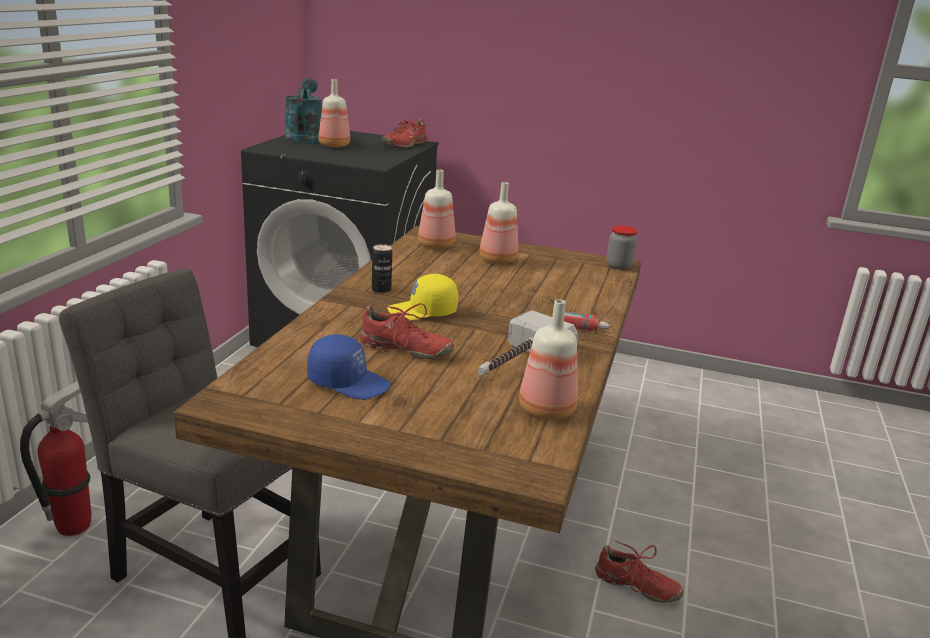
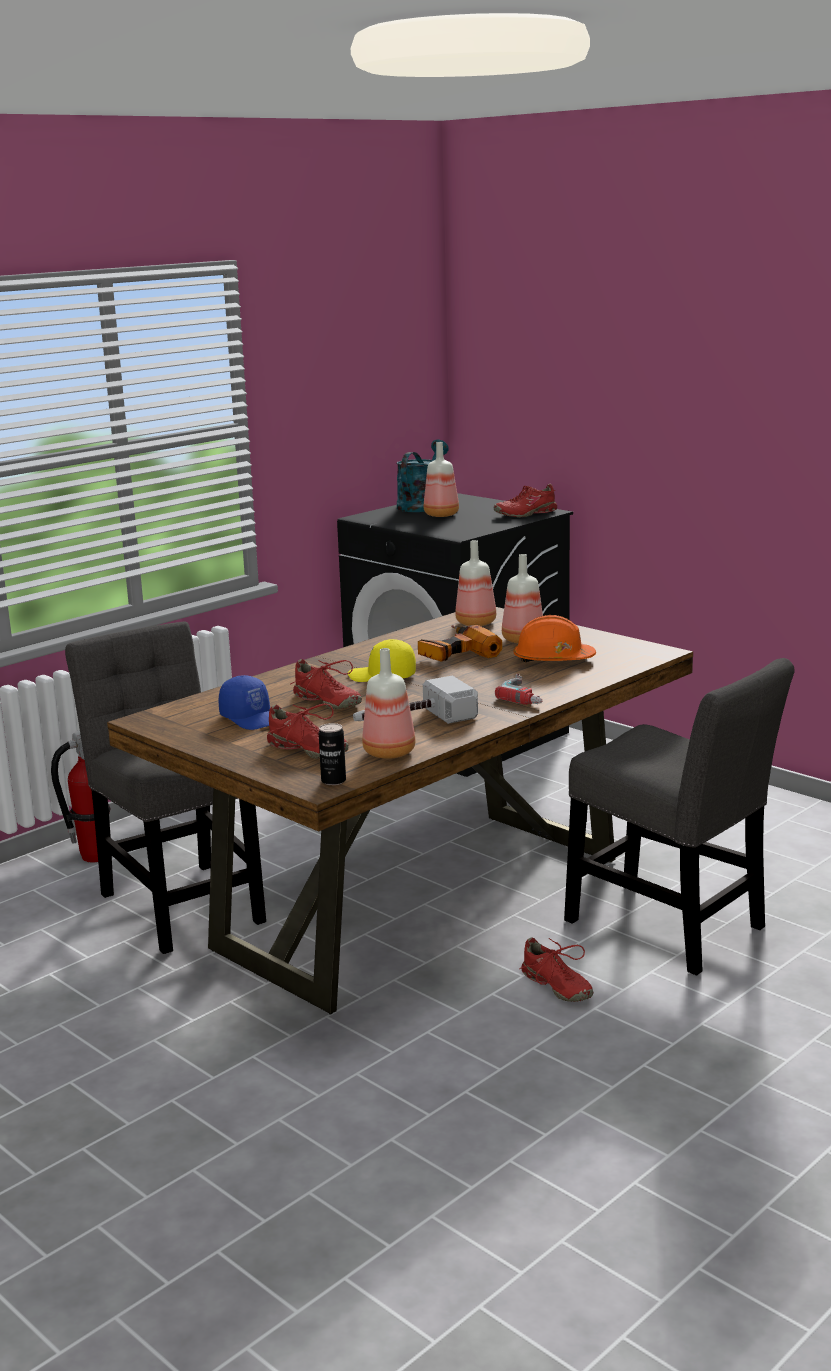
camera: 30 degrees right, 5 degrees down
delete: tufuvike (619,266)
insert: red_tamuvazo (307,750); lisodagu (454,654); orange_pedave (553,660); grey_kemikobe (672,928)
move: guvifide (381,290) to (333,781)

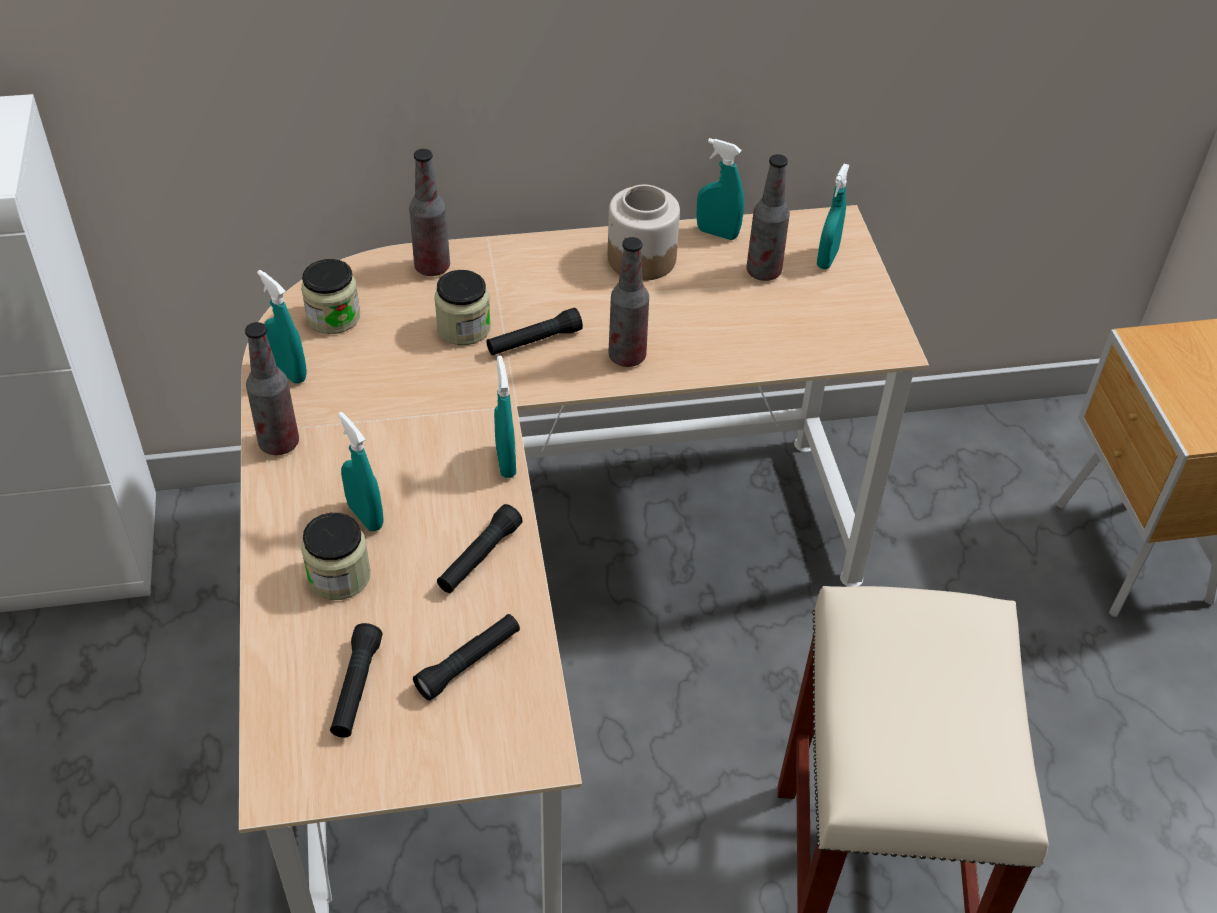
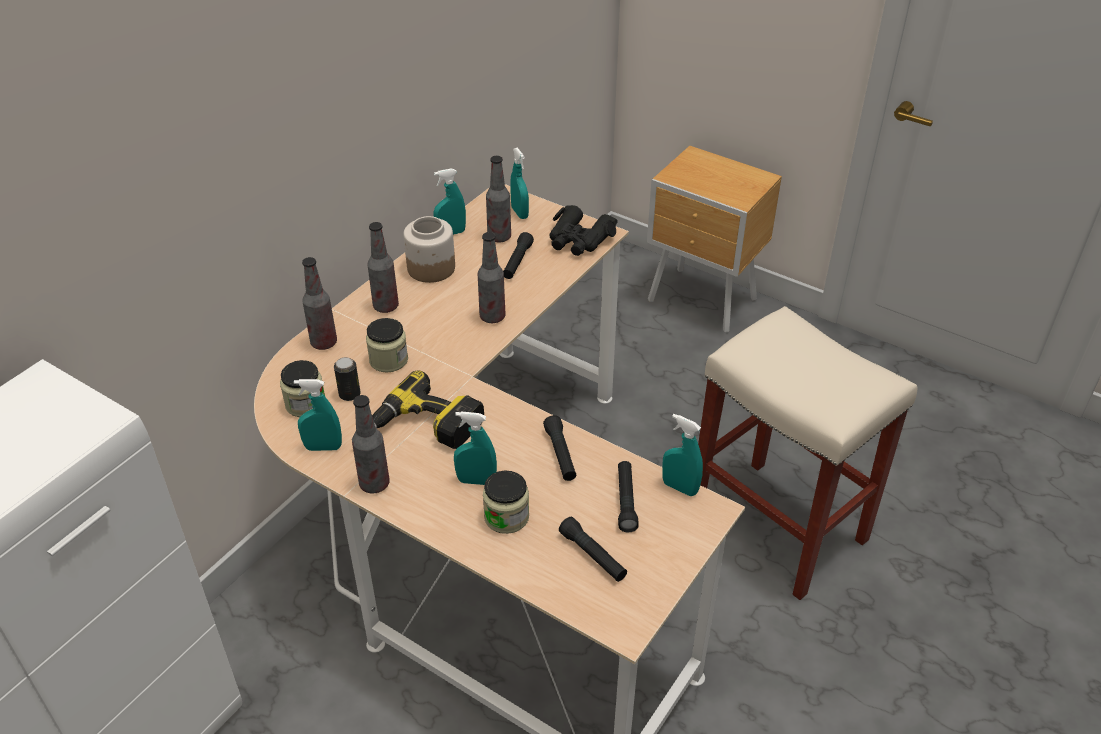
camera: 45 degrees left, 5 degrees down
insert: guvifide (349,394); lisodagu (419,432); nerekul (386,306); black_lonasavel (579,239)
move: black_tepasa (534,341) to (517,262); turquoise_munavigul (506,462) to (679,487)

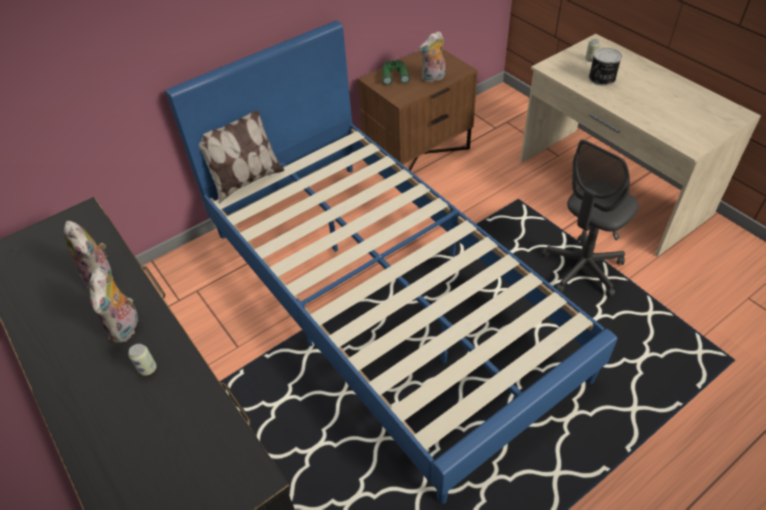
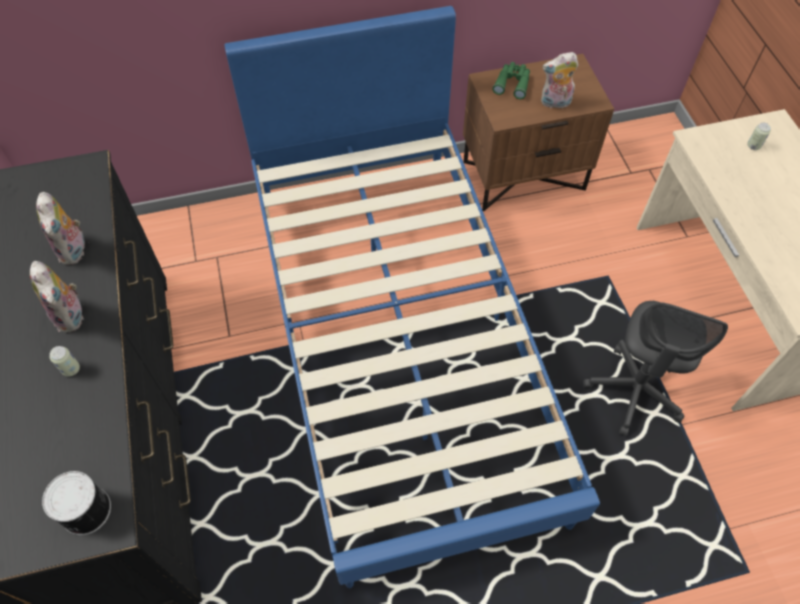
camera: 20 degrees right, 10 degrees up
delete: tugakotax (245,181)
move: guvifide (601,79) to (85,511)
rotate: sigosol (126,328) = (72,316) 45 degrees counterclockwise; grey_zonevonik (582,269) = (634,391) 45 degrees counterclockwise

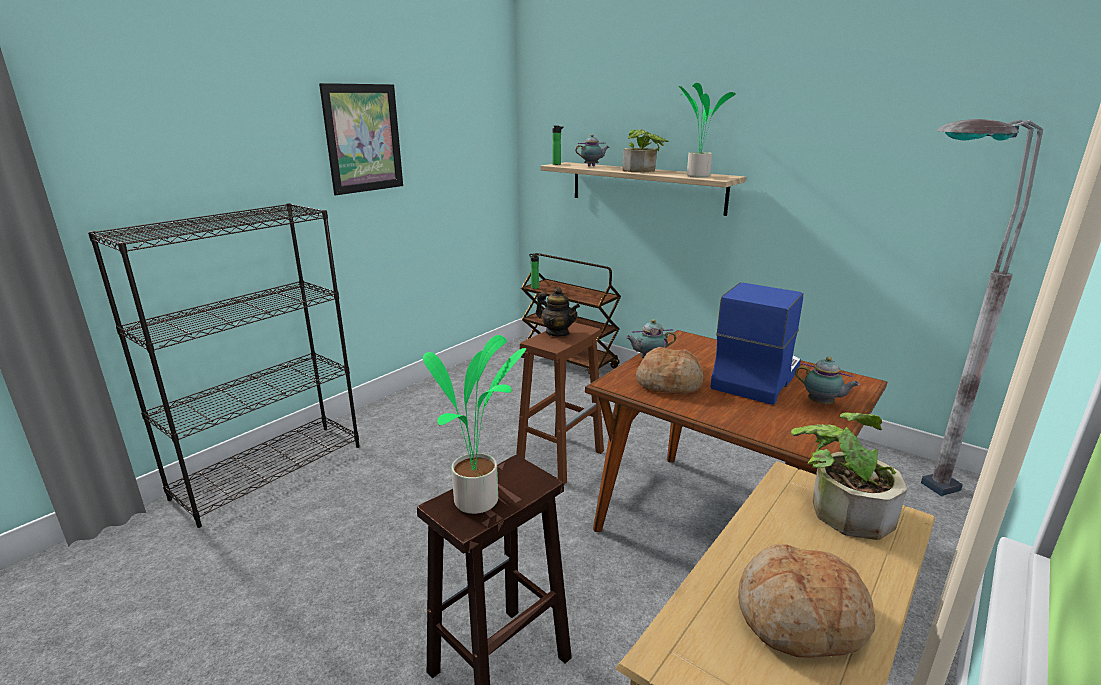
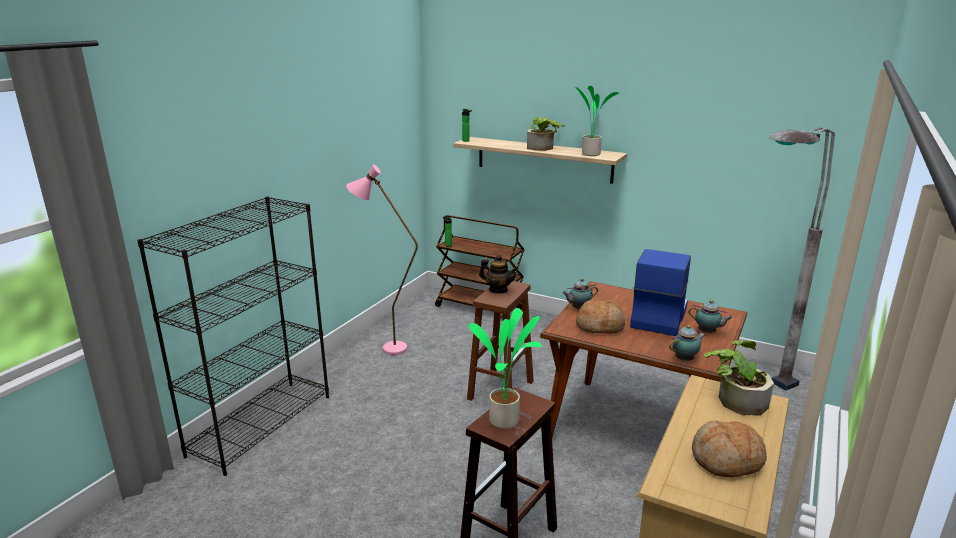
camera: 10 degrees left, 0 degrees up
delete: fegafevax (363,138)
insert: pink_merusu (385,348)
move: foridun (592,166) to (685,359)

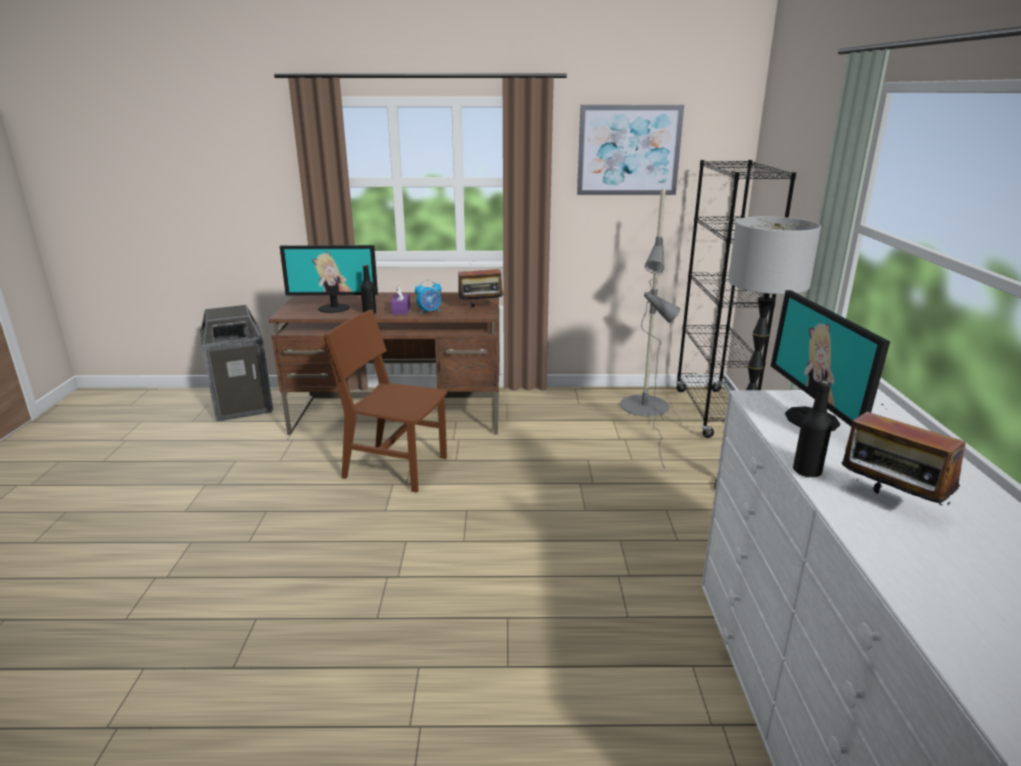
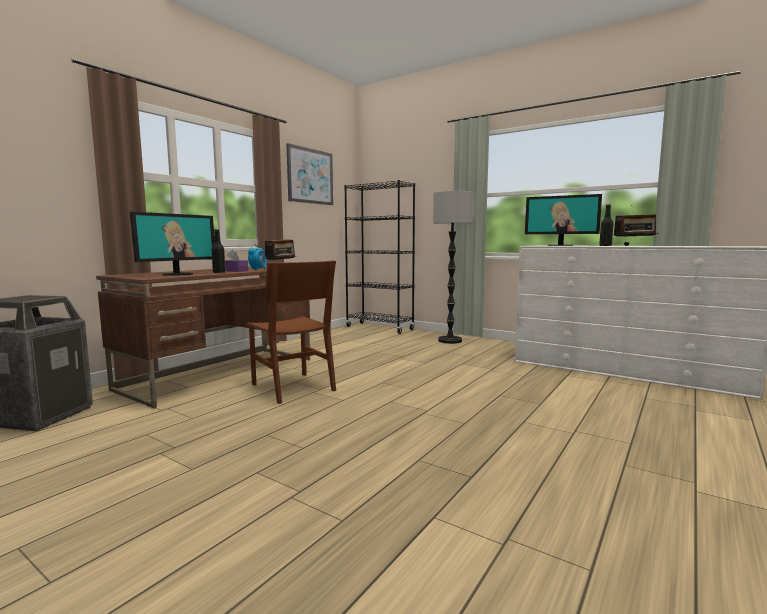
camera: 55 degrees left, 15 degrees down
delete: grey_merusu (646,411)
rotate: brown_kemikobe (395,467) = (292,387) 90 degrees counterclockwise

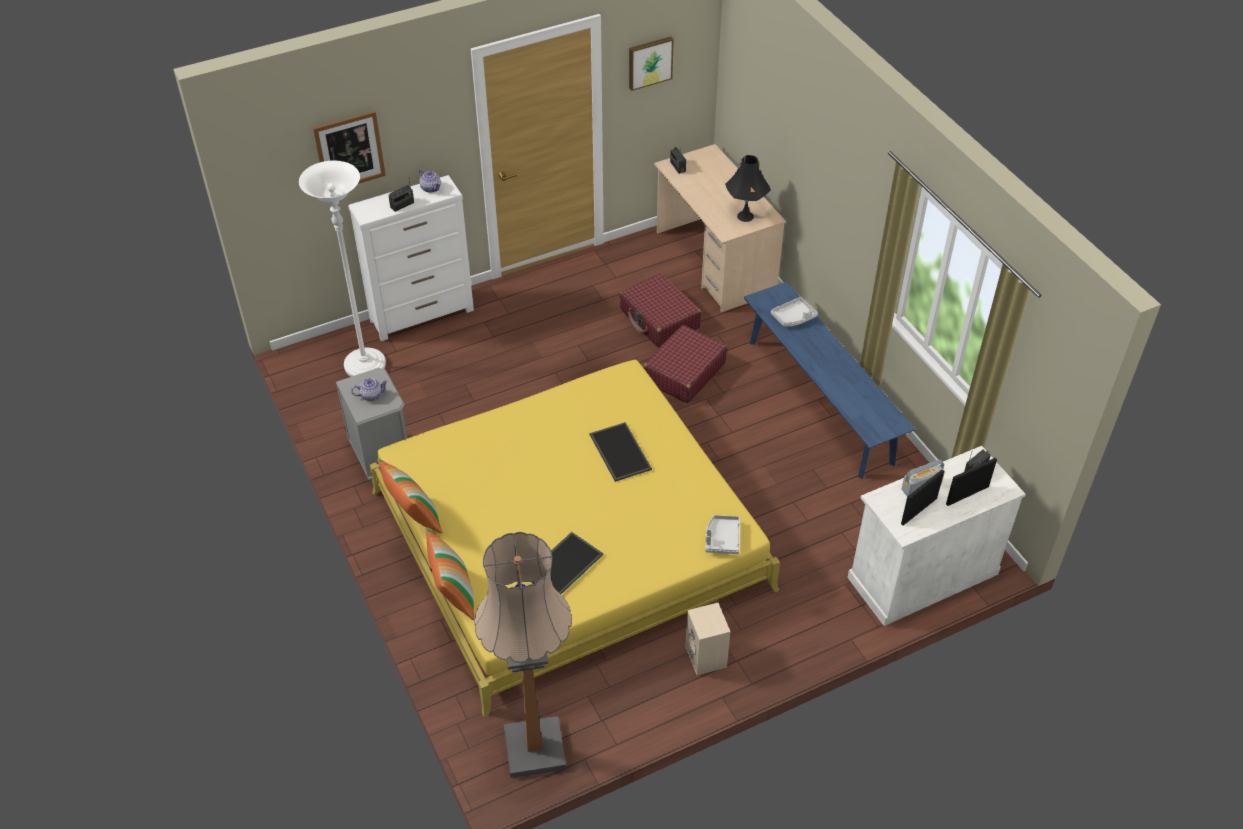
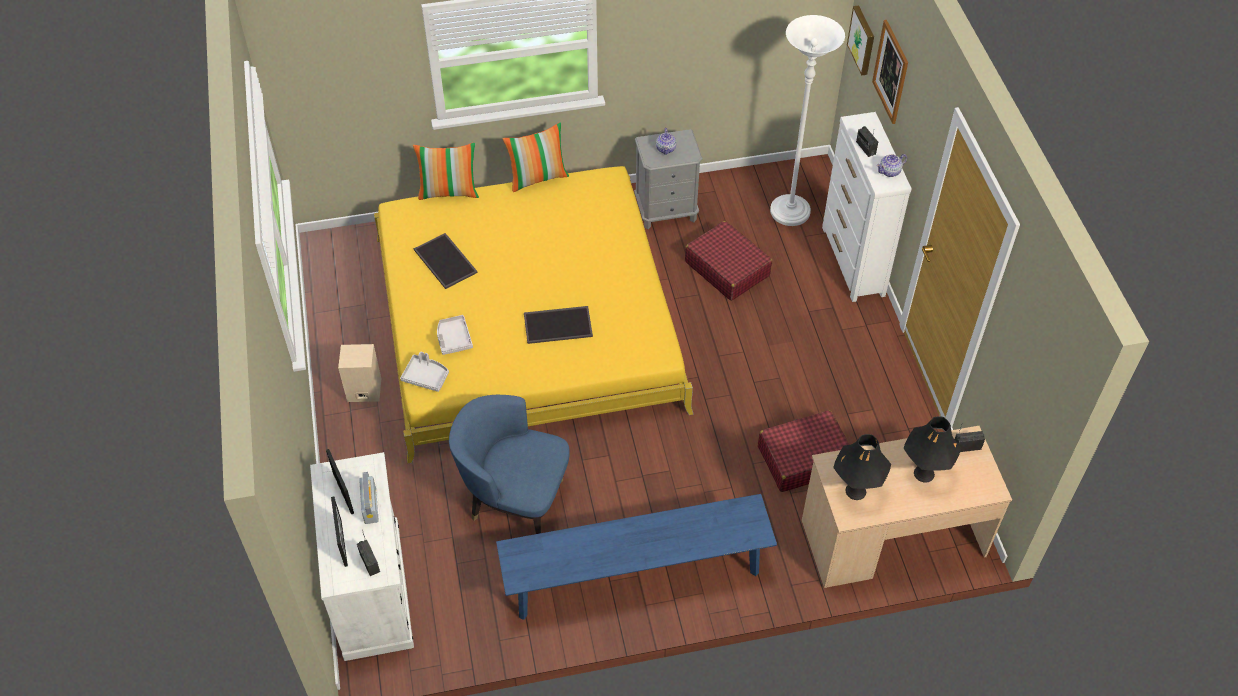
camera: 105 degrees right, 5 degrees up
delete: merusu (534,749)
insert: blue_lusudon (514,498); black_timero (924,473)
move: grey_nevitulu (793,317) to (453,339); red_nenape (684,373) to (727,268); fegafevax (649,62) to (863,40)

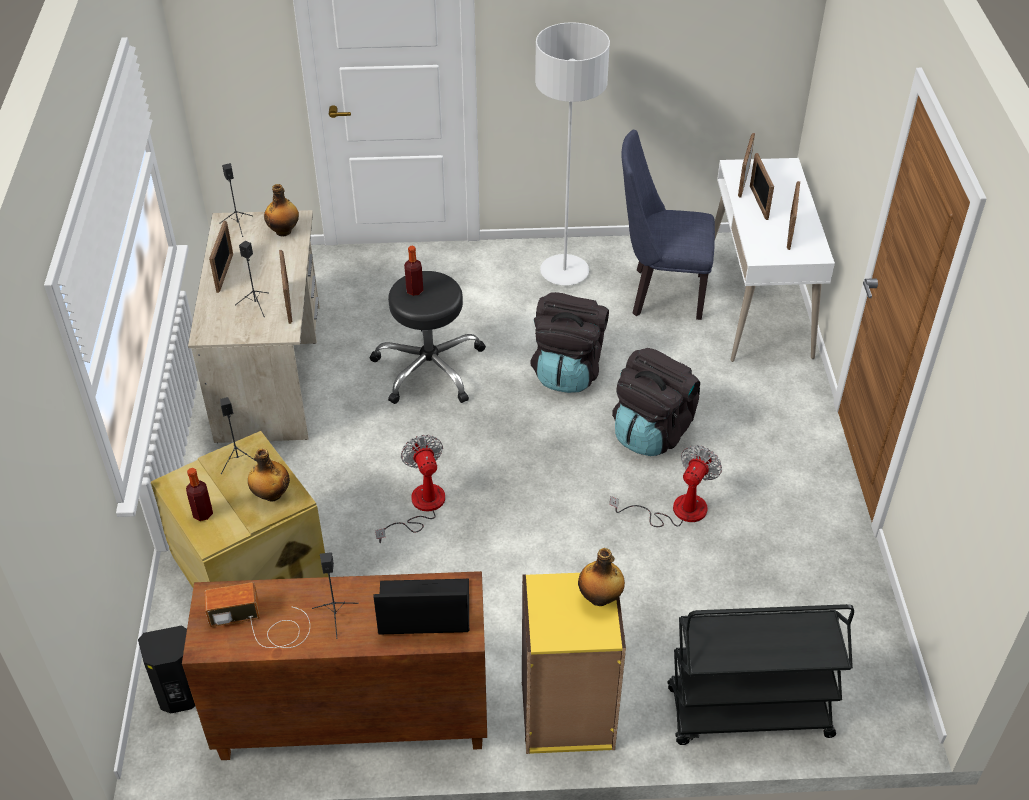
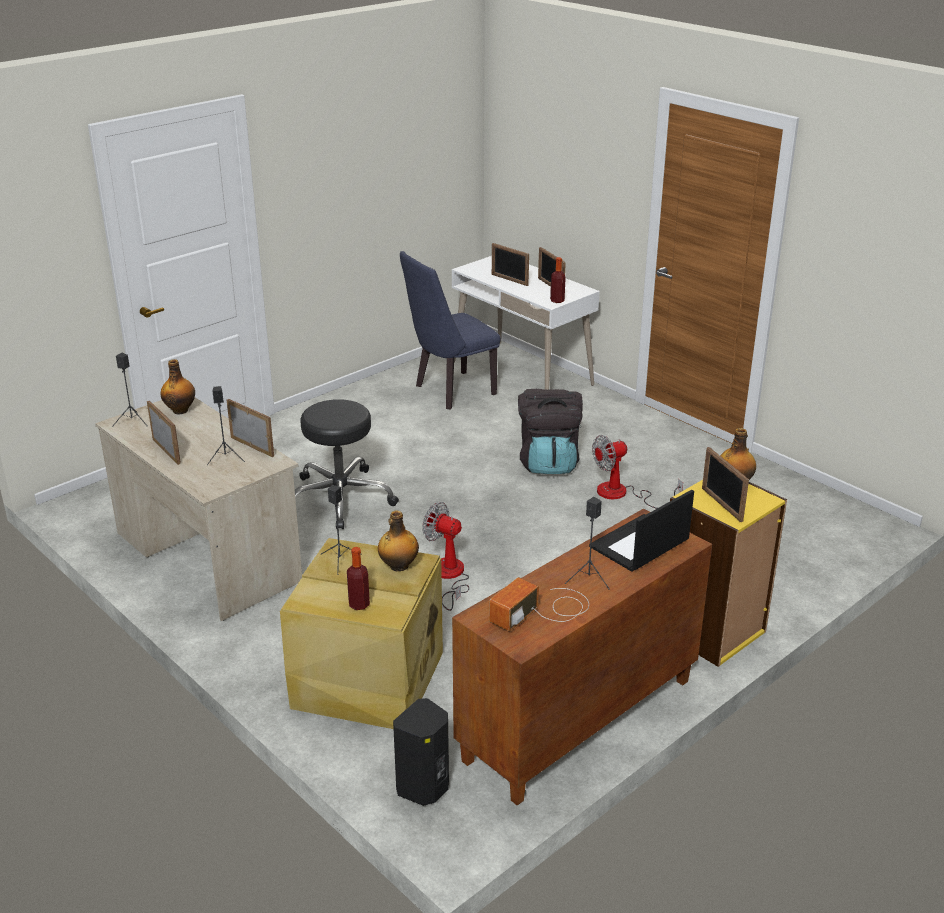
camera: 40 degrees left, 15 degrees down
delete: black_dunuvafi (568,370); grey_merusu (564,272); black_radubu (747,714)
move: nerekul (414,290) to (557,300); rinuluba (744,181) to (721,504)
rotate: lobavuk (676,510) = (622,494) 105 degrees counterclockwise

